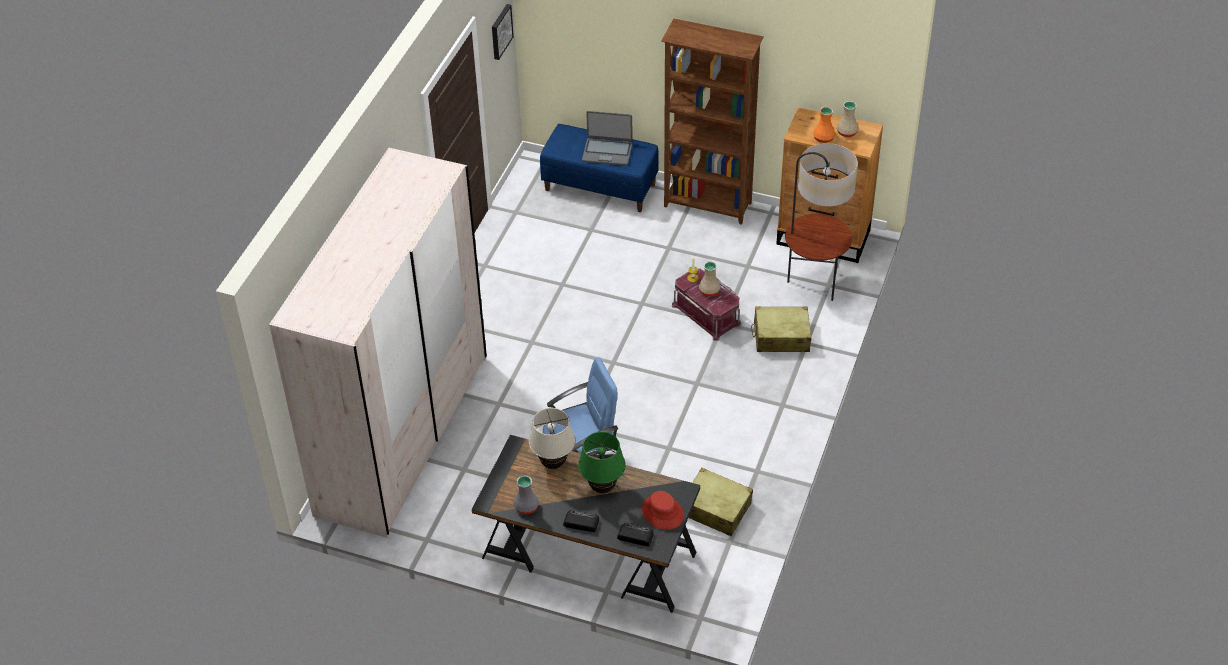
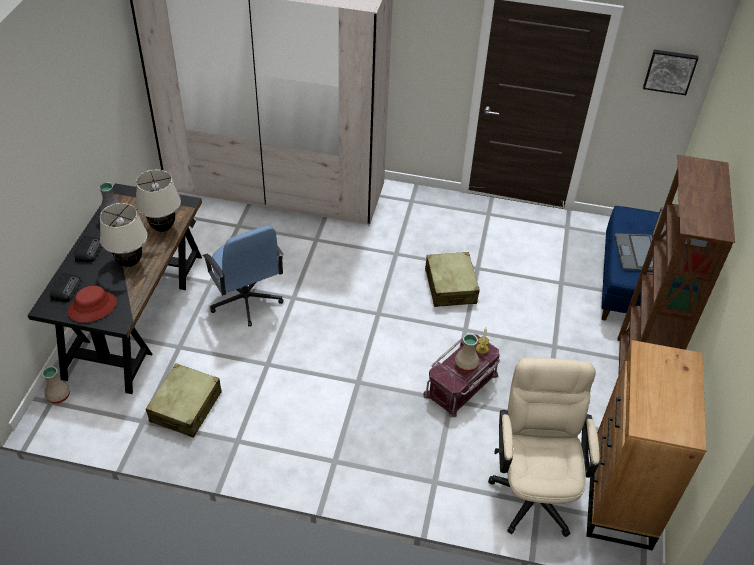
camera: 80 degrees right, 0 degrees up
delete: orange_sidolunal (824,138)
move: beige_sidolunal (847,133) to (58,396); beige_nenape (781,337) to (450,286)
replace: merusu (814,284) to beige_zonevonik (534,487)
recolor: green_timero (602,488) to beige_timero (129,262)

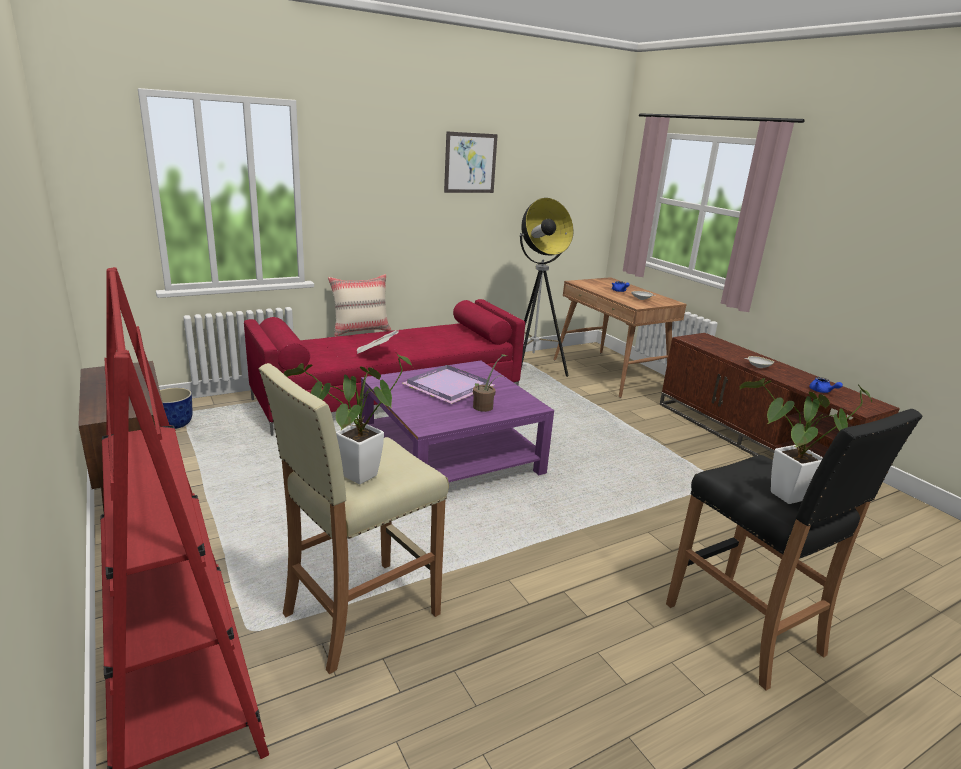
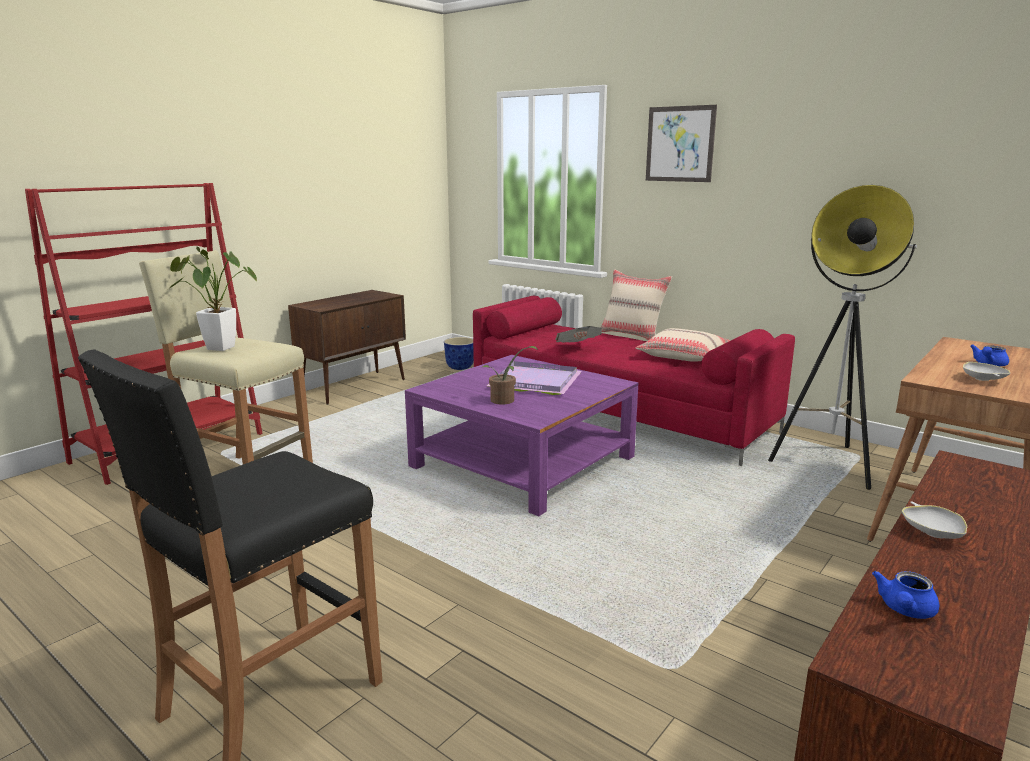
camera: 70 degrees right, 5 degrees down
delete: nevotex (781,497)
insert: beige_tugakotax (683,356)
move: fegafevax (470,163) to (680,144)

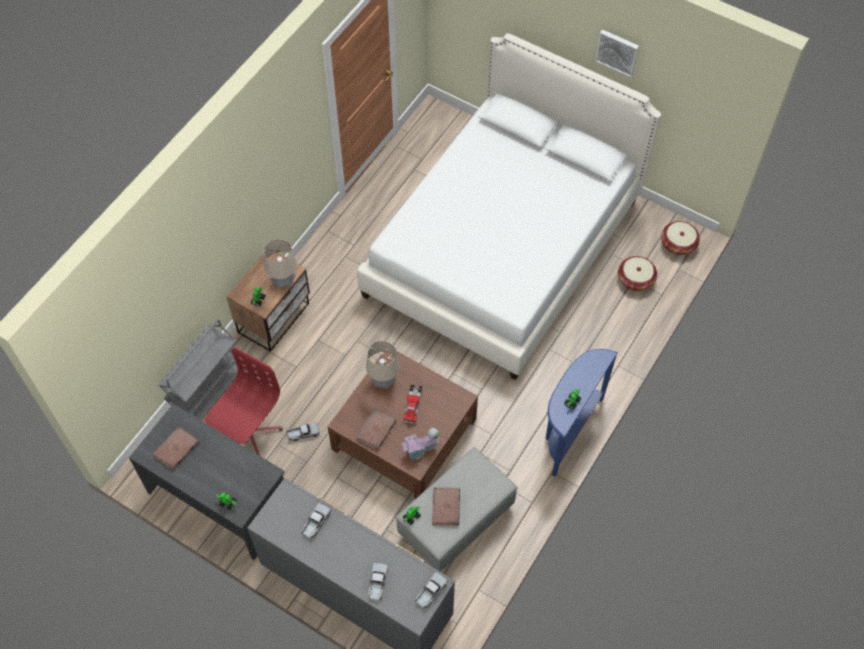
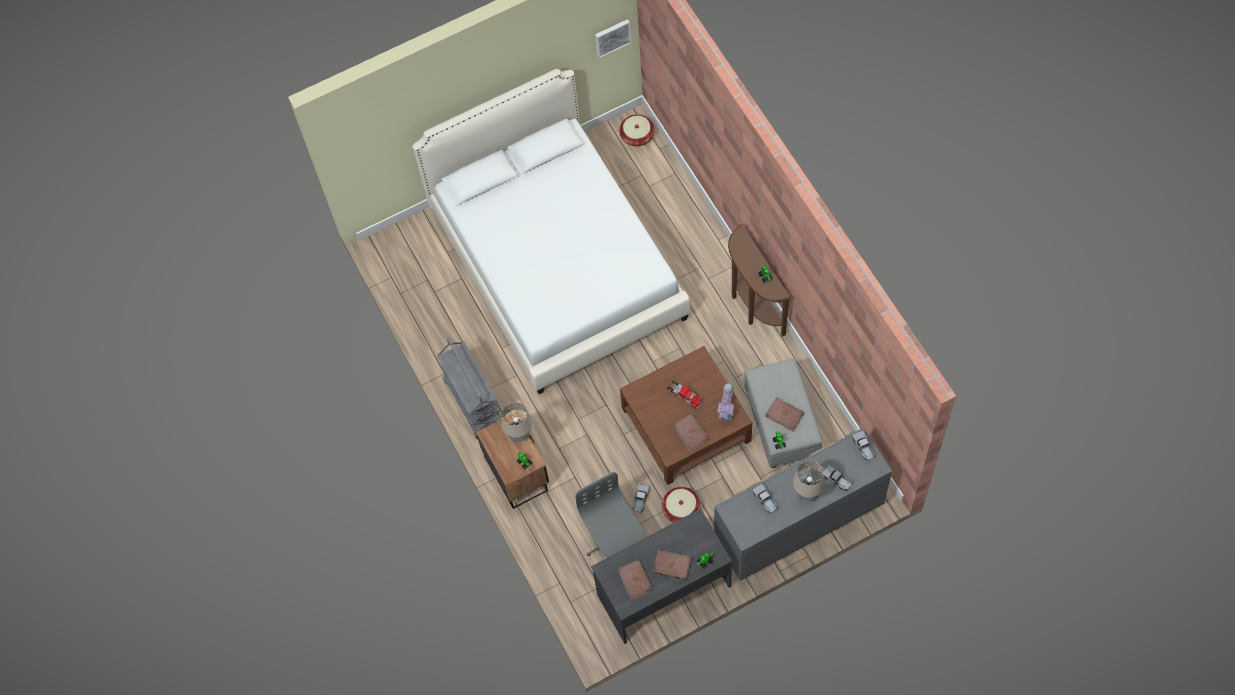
camera: 55 degrees left, 5 degrees up
insert: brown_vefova (671,565)
move: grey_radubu (208,393) to (473,402); fegafevax (617,52) to (612,37); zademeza (635,279) to (681,509); timero (383,382) to (807,494)
recolor: red_zonevonik (248,432) to grey_zonevonik (614,541); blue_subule (567,431) to brown_subule (752,305)

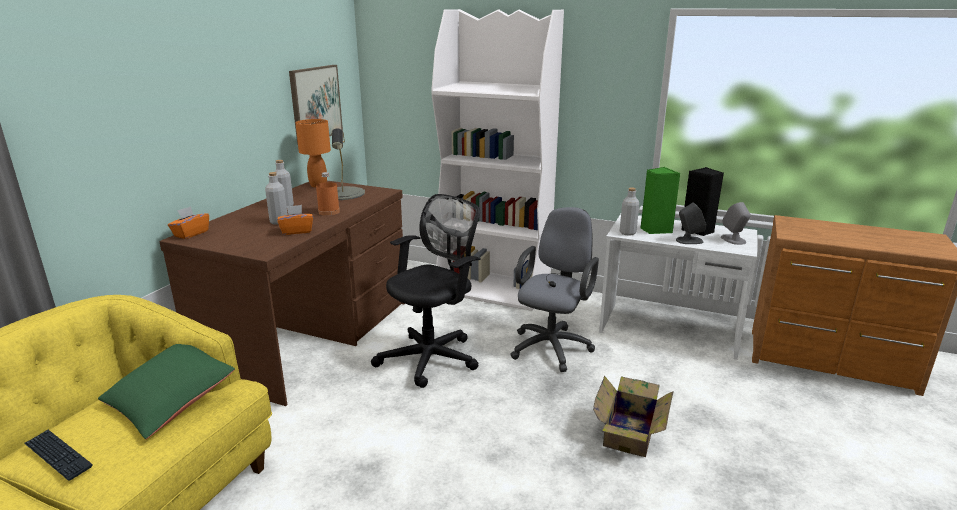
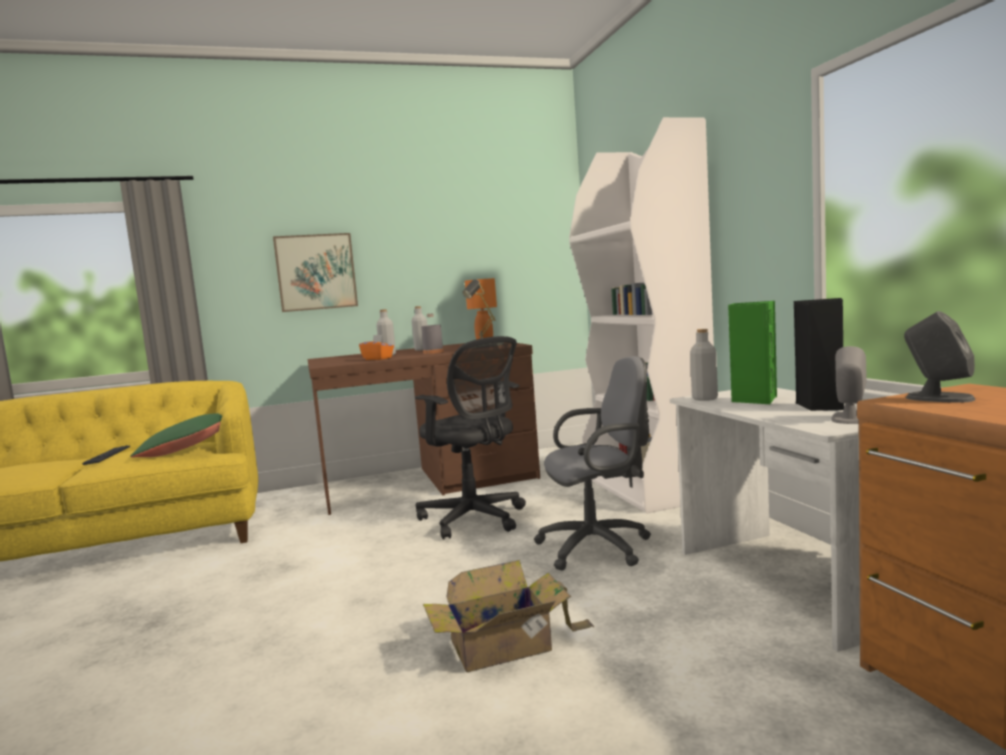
camera: 50 degrees right, 15 degrees down
delete: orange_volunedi (191,234)
move: fegafevax (315,103) to (316,272); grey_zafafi (689,240) to (938,398)
recolor: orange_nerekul (329,212) to grey_nerekul (433,352)
rotate: black_zonevonik (432,357) = (475,519) 45 degrees clockwise

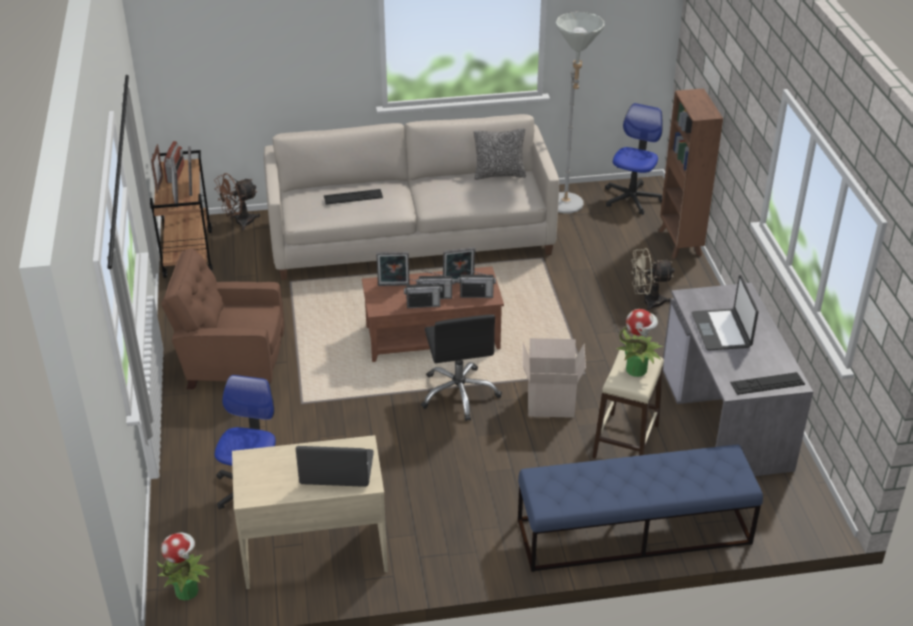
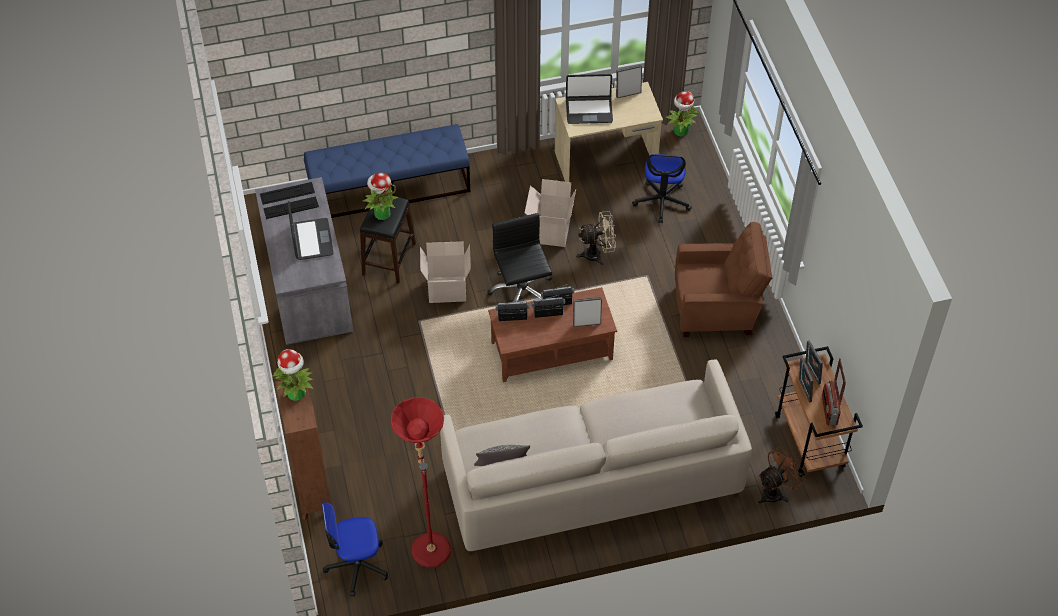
camera: 175 degrees right, 15 degrees up
insert: nevotex (297,393); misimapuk (551,230)
move: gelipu (353,197) to (291,207); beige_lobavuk (647,302) to (597,254); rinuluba (458,283) to (628,93)
recolor: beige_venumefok (625,441) to black_venumefok (389,259); grey_merusu (567,208) to red_merusu (429,543)
rotate: zonevonik (632,199) = (357,565) 60 degrees clockwise

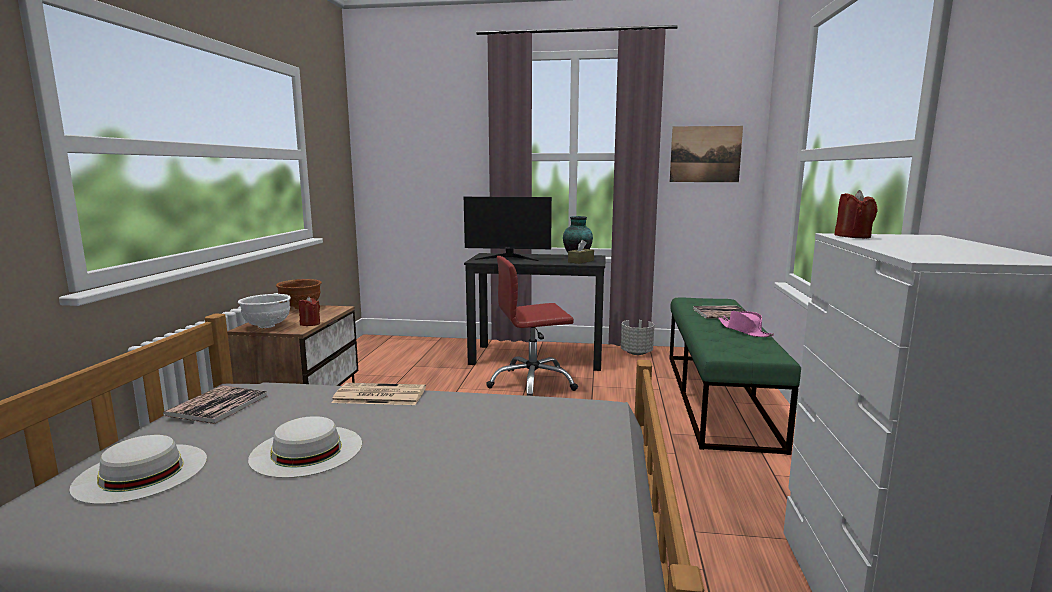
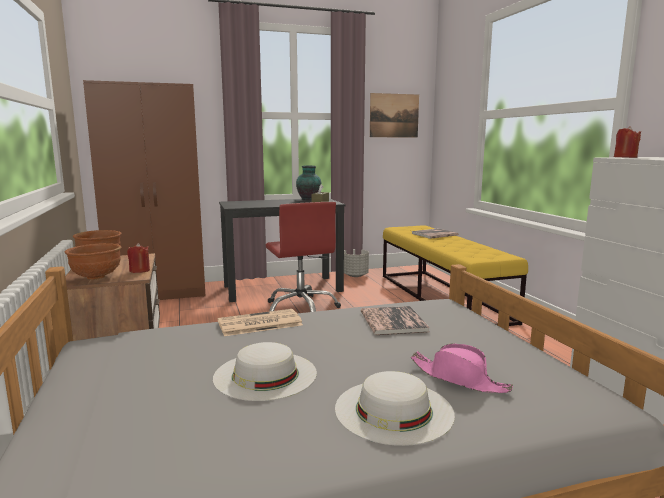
camera: 25 degrees left, 0 degrees up
delete: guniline (508,258)
insert: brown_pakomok (159,293)
move: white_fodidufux (141,472) to (393,410); vefova (217,405) to (393,321); pink_fodidufux (744,331) to (459,378)
recolor: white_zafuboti (267,326) to brown_zafuboti (96,277); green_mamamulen (718,397) to yellow_mamamulen (442,297)
rotate: red_zonevonik (532,384) = (301,308) 75 degrees counterclockwise

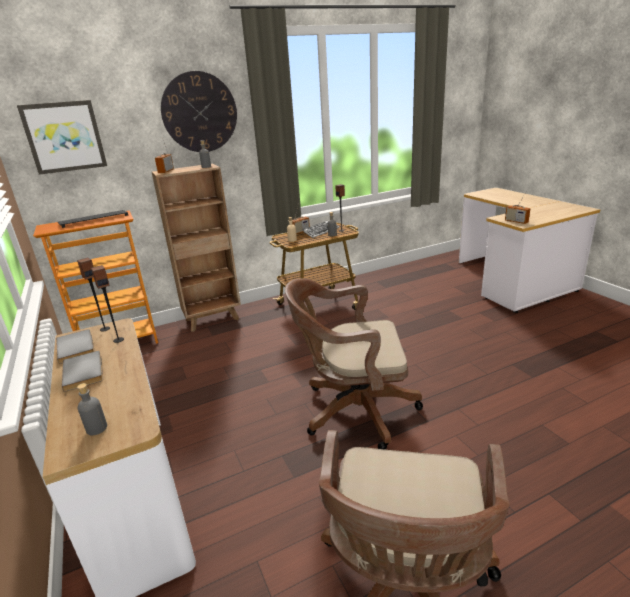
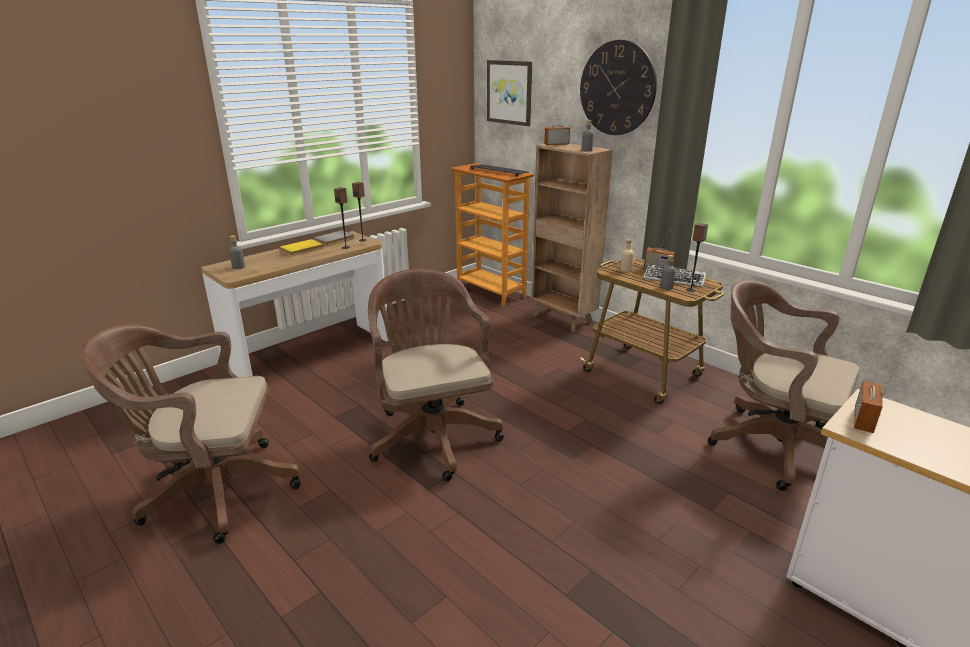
camera: 70 degrees right, 0 degrees up
insert: brown_zonevonik (771,445)
recolor: grey_vefova (85,372) to yellow_vefova (302,249)

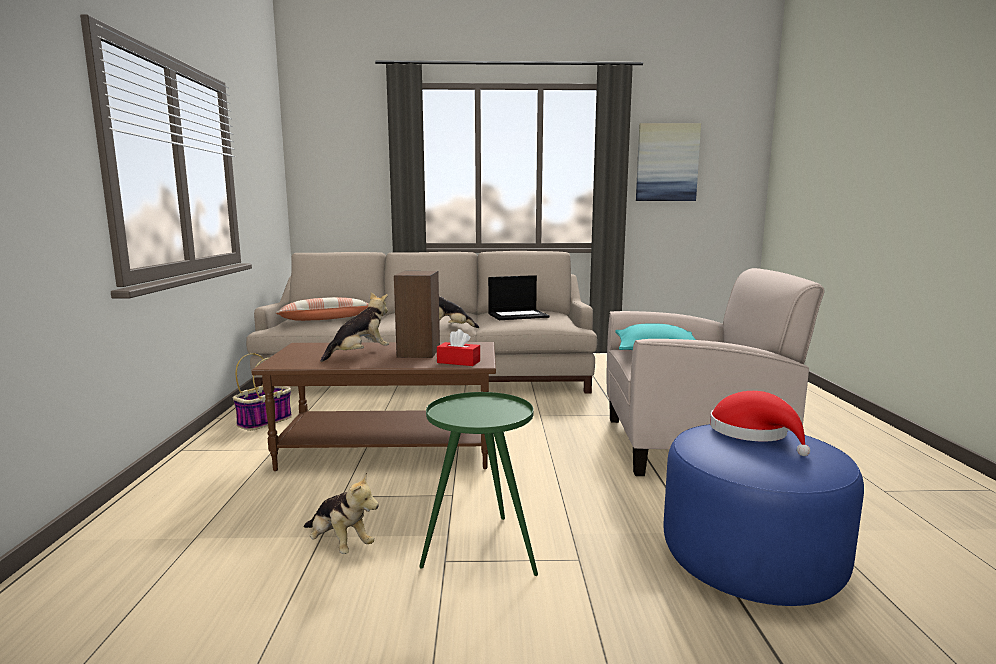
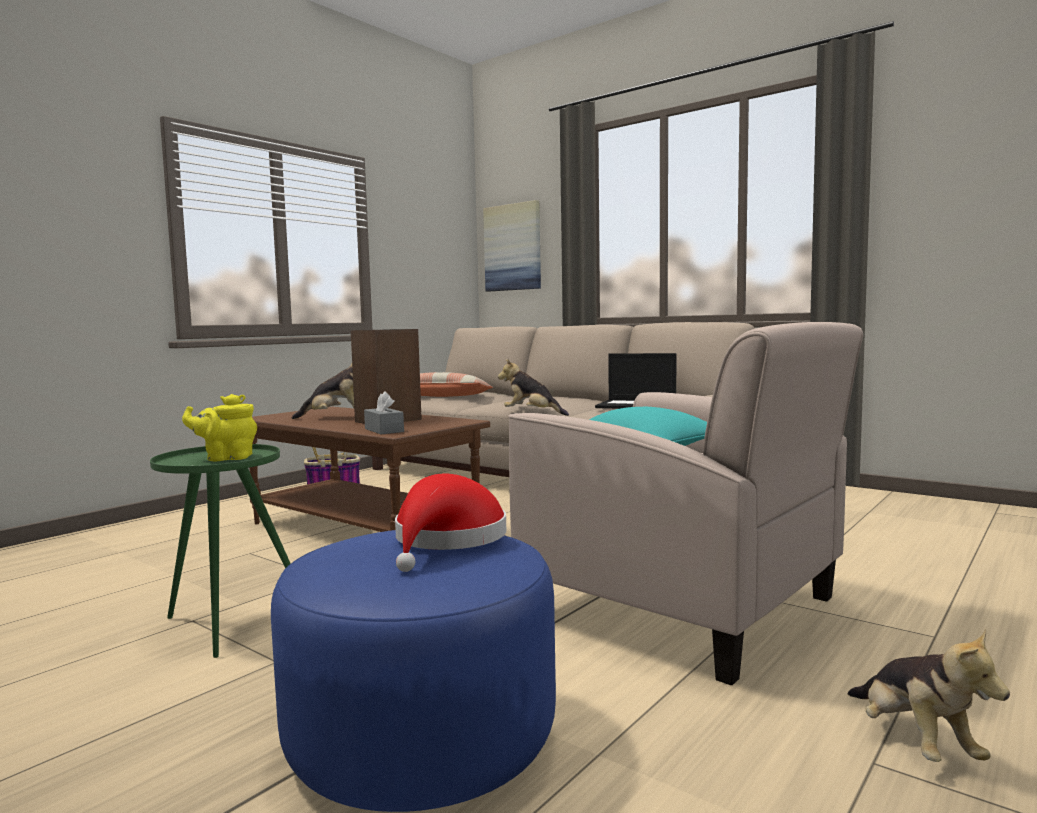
camera: 40 degrees right, 5 degrees down
insert: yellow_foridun (226,458)
move: fegafevax (667,162) to (513,247); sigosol (339,544) to (915,742)
recolor: red_volunedi (458,362) to grey_volunedi (384,430)

